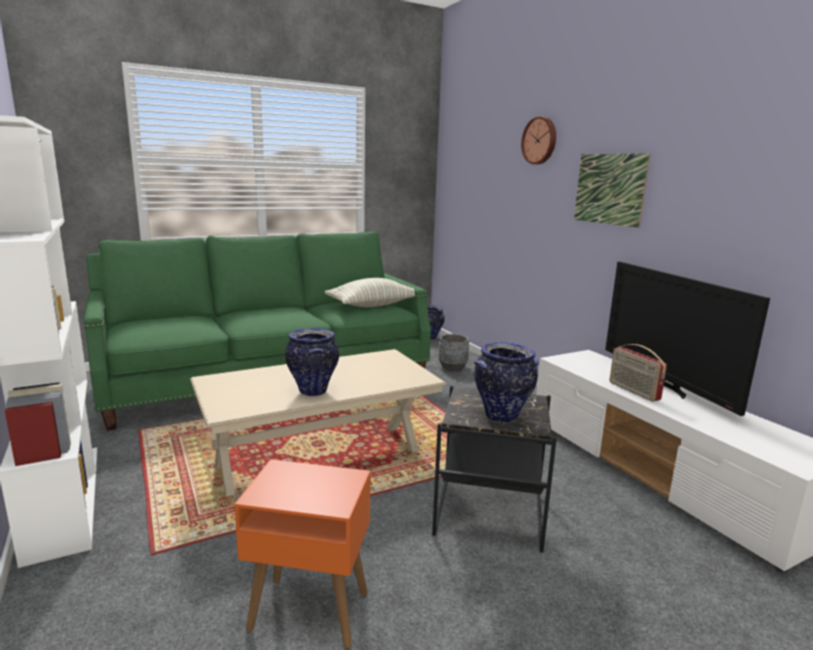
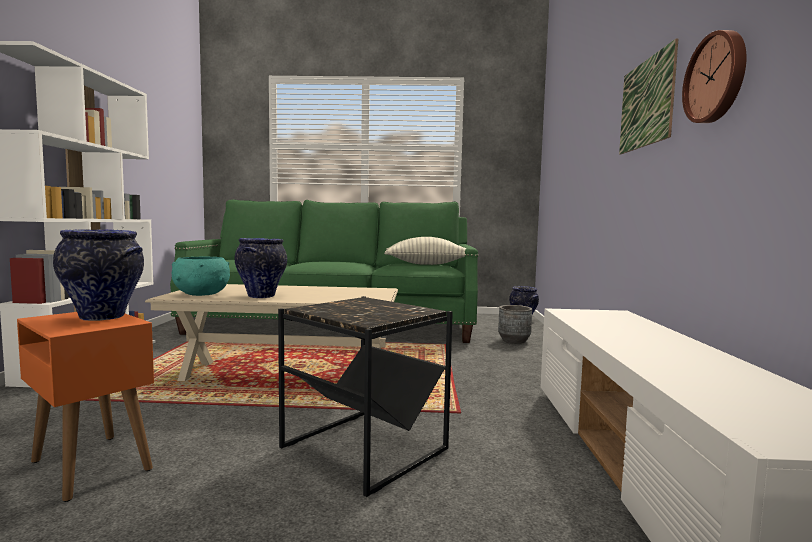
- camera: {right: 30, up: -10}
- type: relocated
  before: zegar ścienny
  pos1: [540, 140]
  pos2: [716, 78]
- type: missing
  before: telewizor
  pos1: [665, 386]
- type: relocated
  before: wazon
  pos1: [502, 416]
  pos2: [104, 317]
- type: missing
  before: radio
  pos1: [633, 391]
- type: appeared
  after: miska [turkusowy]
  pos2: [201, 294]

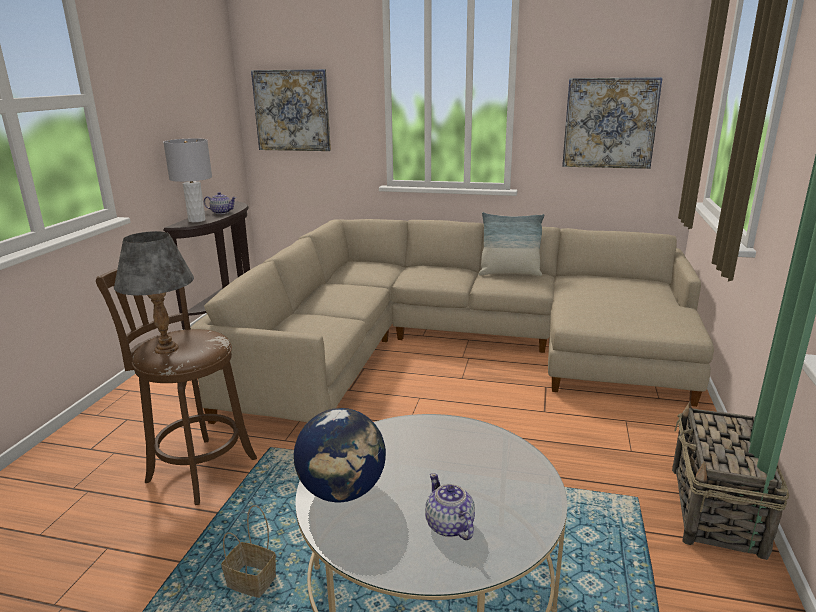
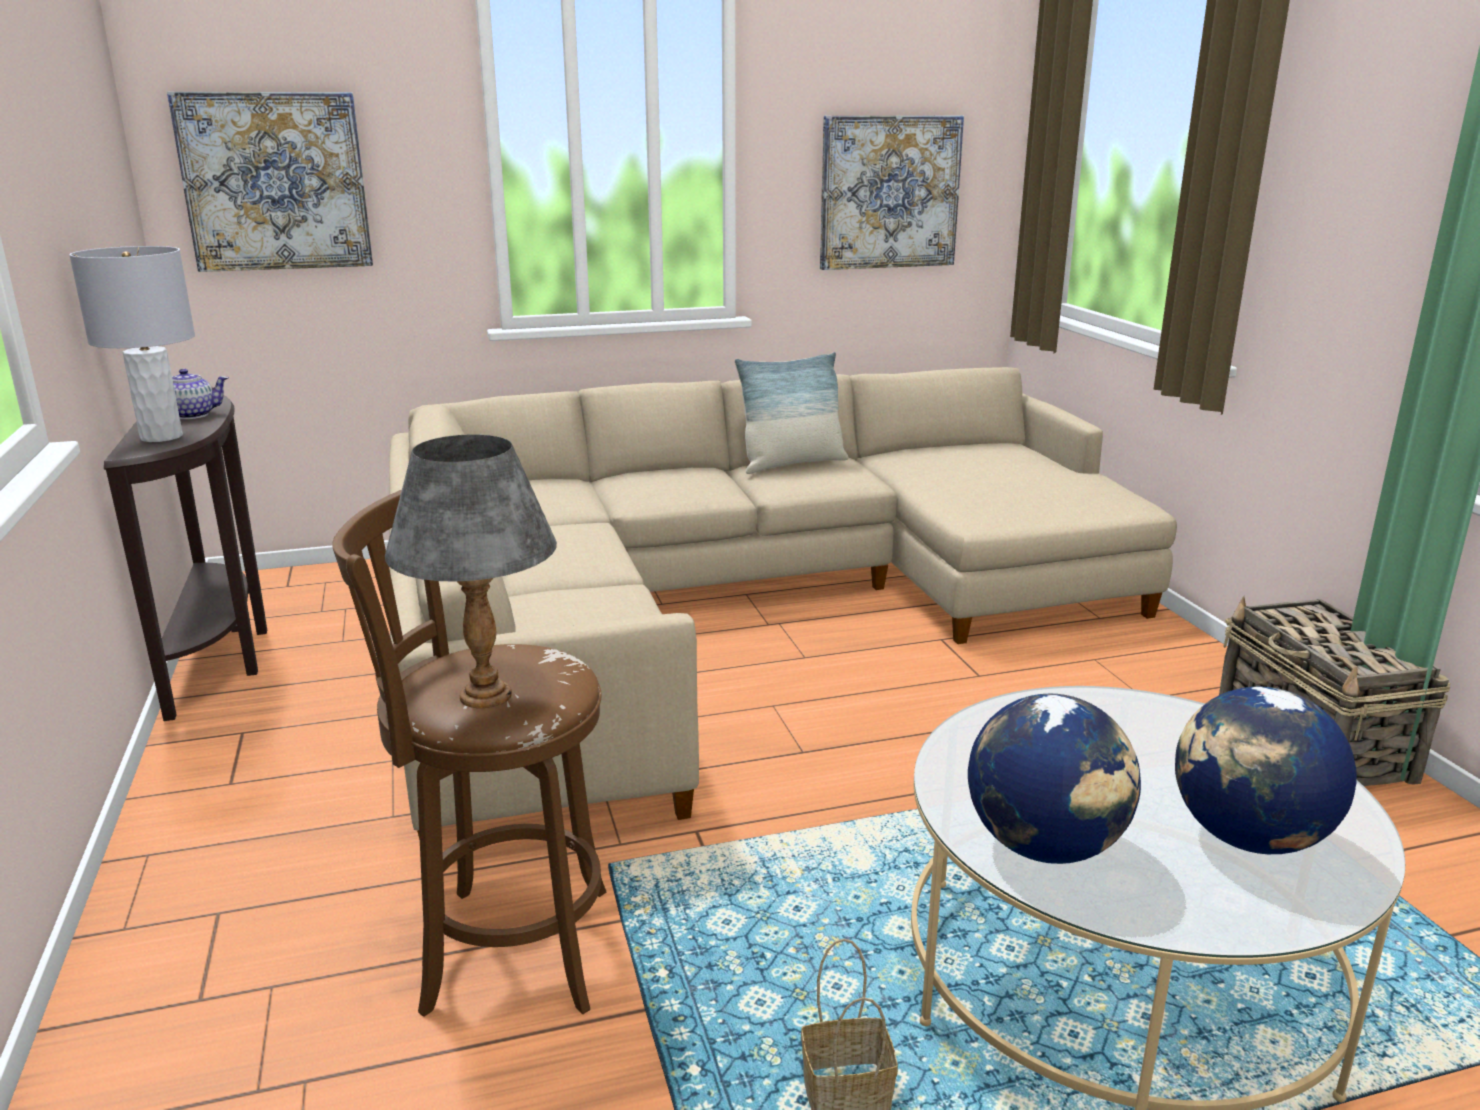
- camera: {right: -30, up: 0}
- type: exchanged
  before: imbryk
  after: globus
  pos1: [449, 526]
  pos2: [1248, 838]

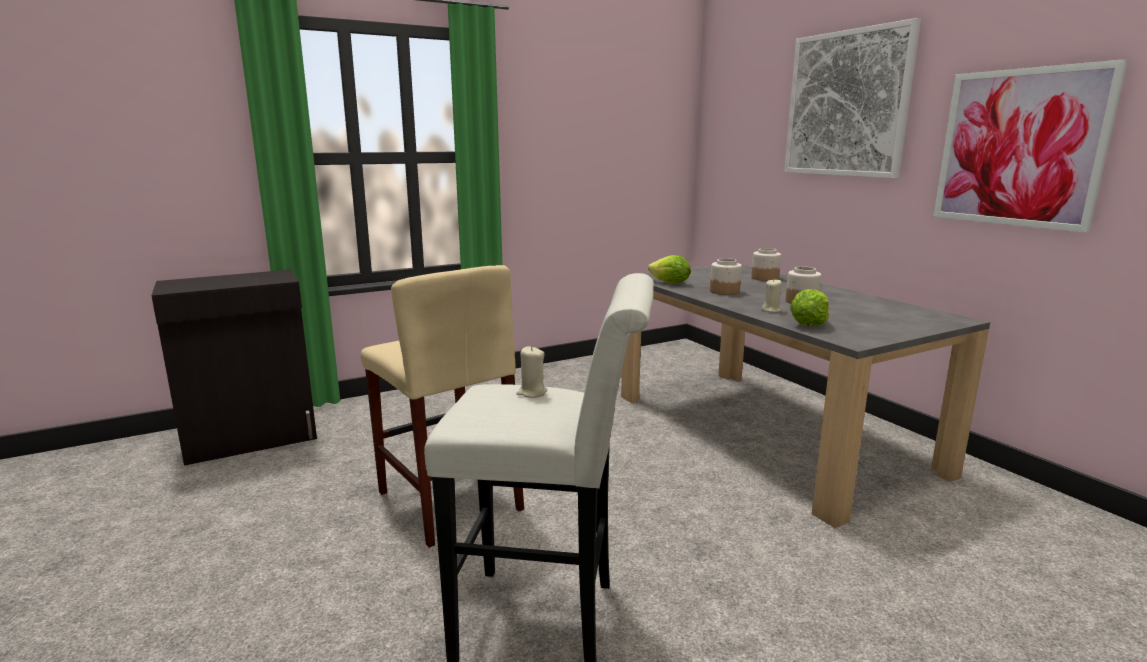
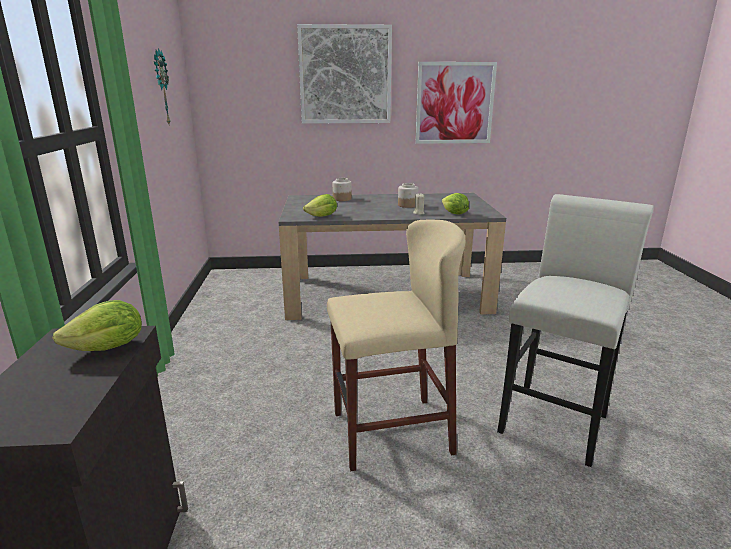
- camera: {right: -65, up: 5}
- type: missing
  before: słoik
  pos1: [725, 291]
- type: missing
  before: świeca [beżowy]
  pos1: [532, 393]
- type: appeared
  after: zegar ścienny
  pos2: [160, 87]
- type: appeared
  after: sałata
  pos2: [108, 348]

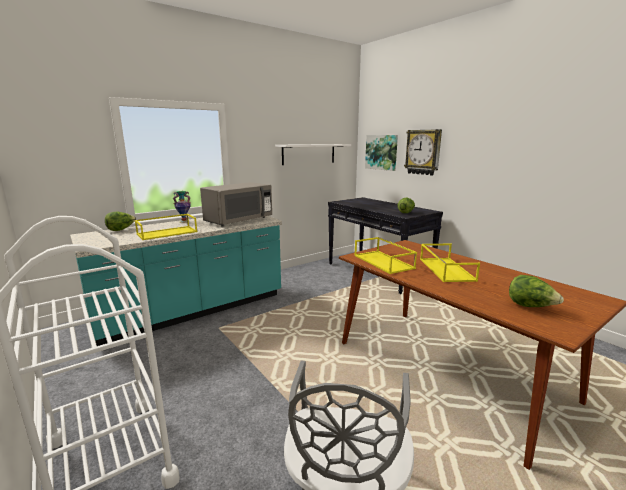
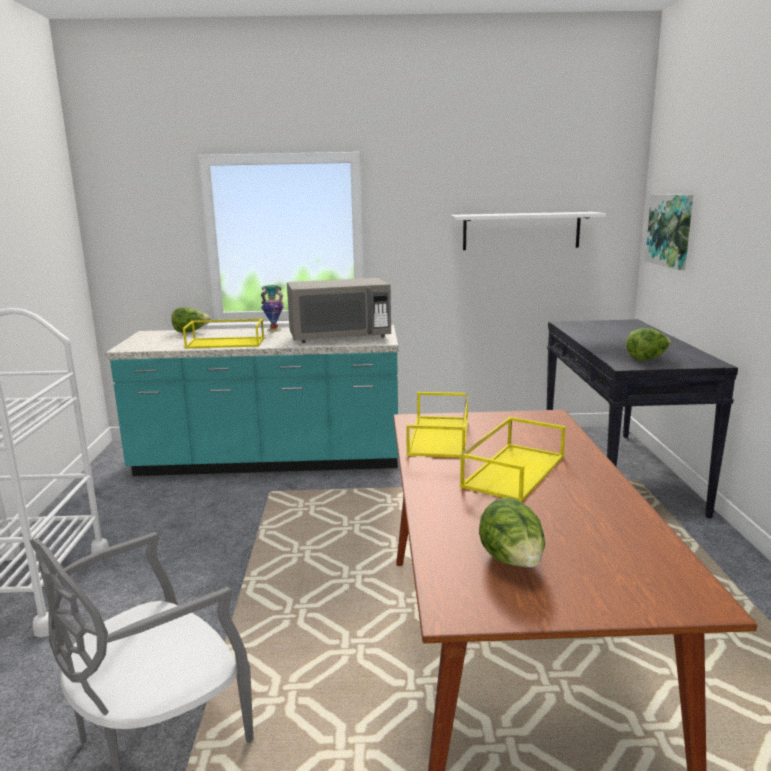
- camera: {right: 35, up: 0}
- type: missing
  before: zegar ścienny
  pos1: [423, 152]

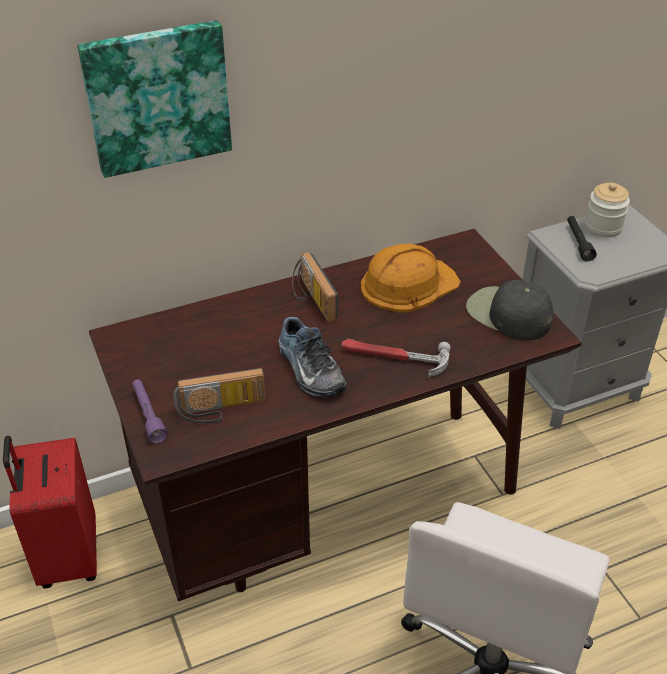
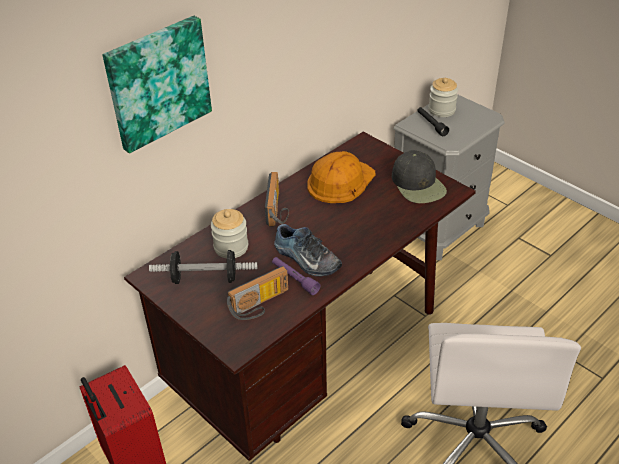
- camera: {right: -20, up: 0}
- type: spun
  before: radio
  pos1: [311, 299]
  pos2: [278, 209]
  turn: -135
- type: spun
  before: czapka z daszkiem [czarny]
  pos1: [507, 314]
  pos2: [418, 184]
  turn: -135
- type: missing
  before: młotek
  pos1: [394, 358]
- type: relocated
  before: latarka [fioletowy]
  pos1: [148, 415]
  pos2: [294, 279]
- type: appeared
  after: słoik
  pos2: [231, 247]
- type: appeared
  after: hantel
  pos2: [205, 278]

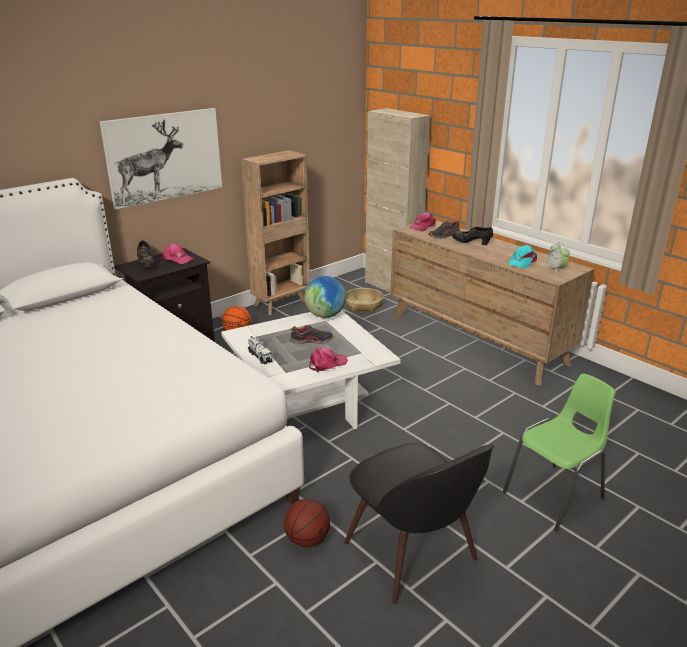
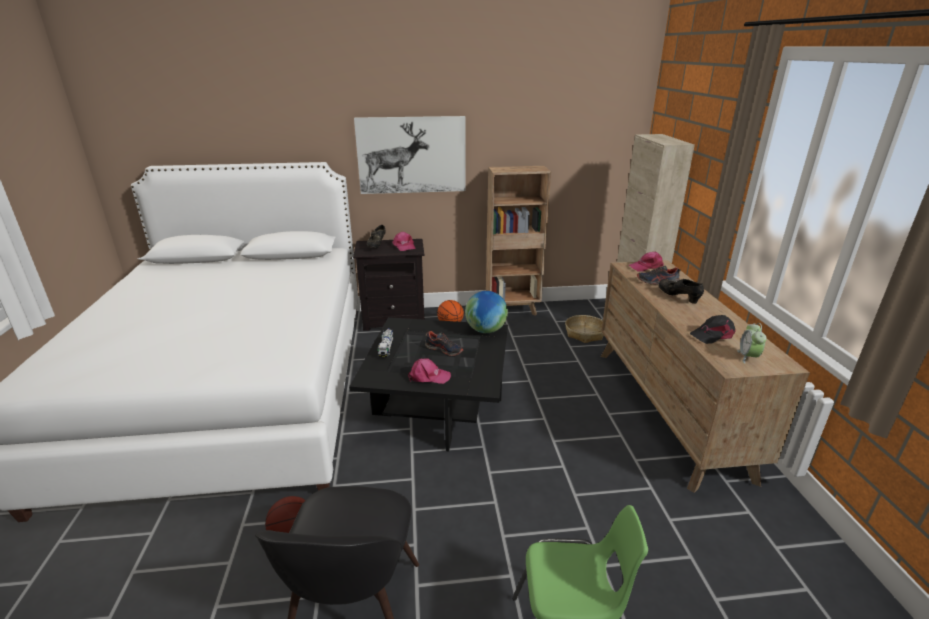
- camera: {right: 35, up: 0}
- type: colour
  before: czapka z daszkiem [turkusowy]
  after: czapka z daszkiem [czarny]
  pos1: [522, 262]
  pos2: [712, 335]
- type: colour
  before: ława [biały]
  after: ława [czarny]
  pos1: [309, 401]
  pos2: [438, 407]

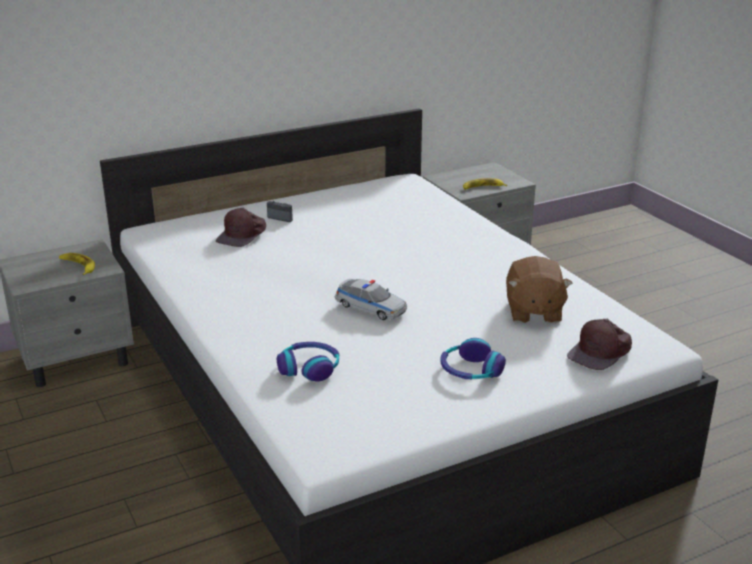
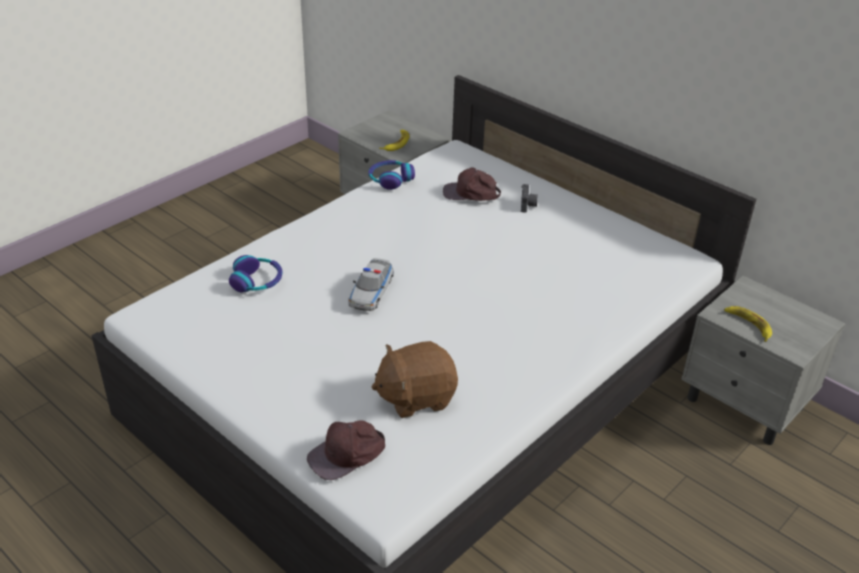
- camera: {right: 70, up: 10}
- type: spun
  before: czapka z daszkiem [brązowy]
  pos1: [601, 352]
  pos2: [347, 454]
  turn: -60
- type: relocated
  before: słuchawki
  pos1: [470, 370]
  pos2: [390, 179]

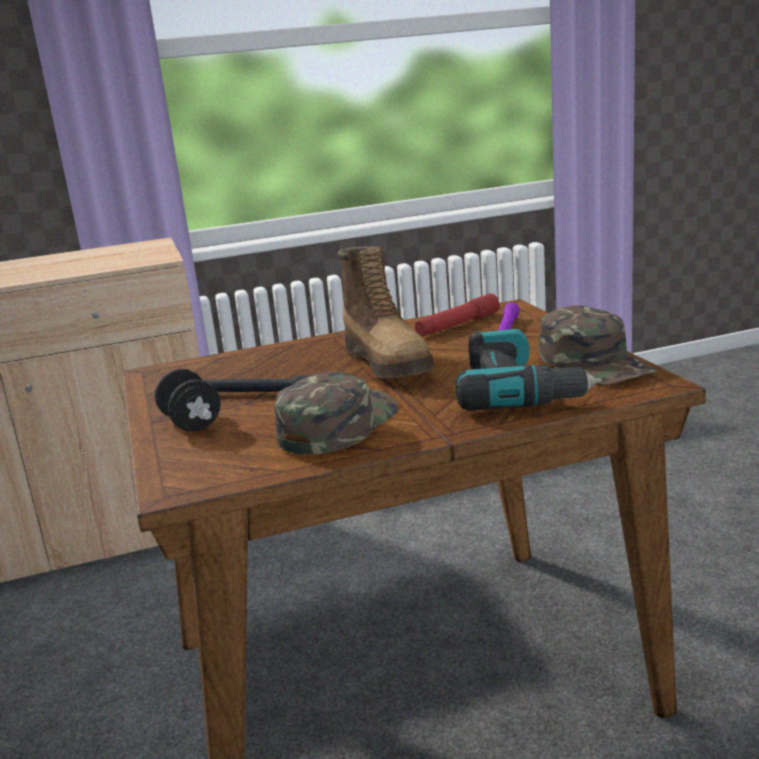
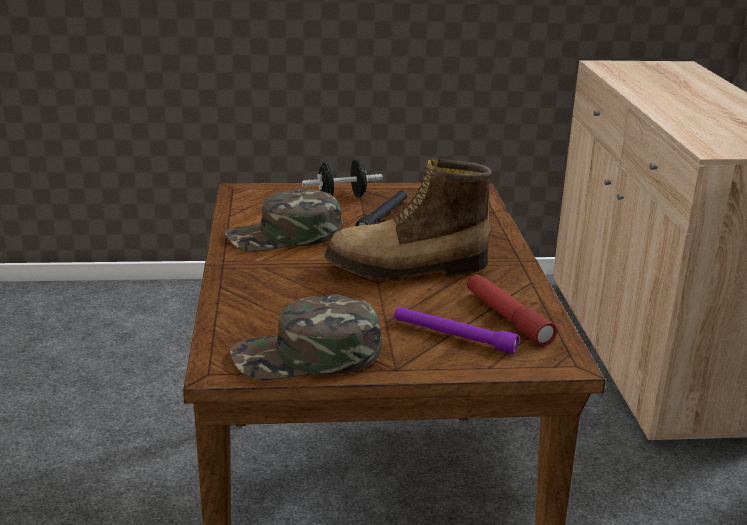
- camera: {right: 100, up: 5}
- type: missing
  before: wiertarka
  pos1: [519, 391]
- type: spun
  before: czapka z daszkiem [zielony]
  pos1: [337, 425]
  pos2: [284, 236]
  turn: 120

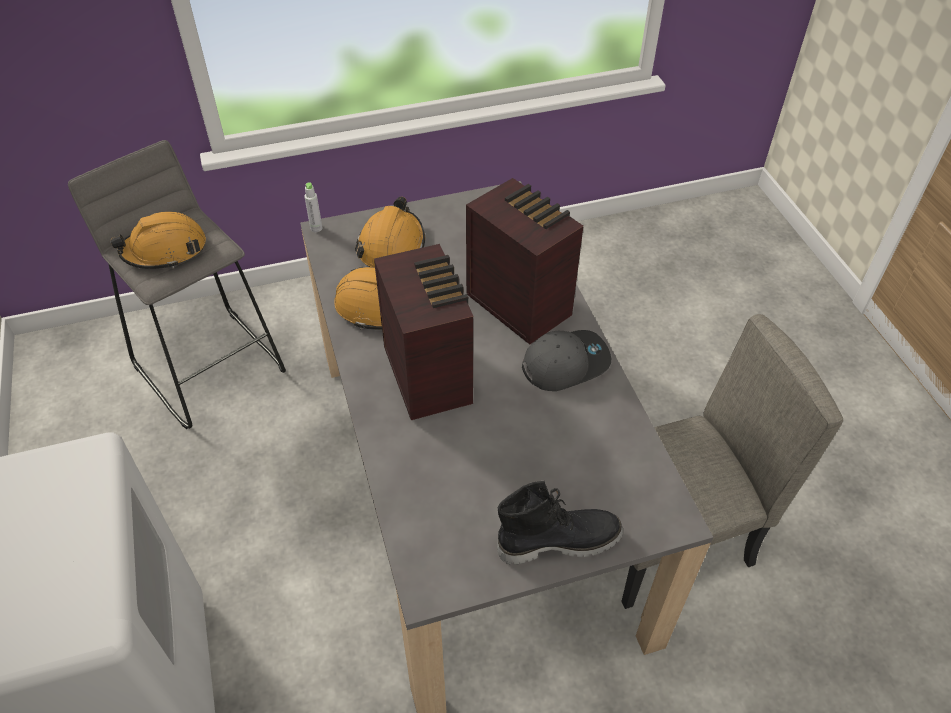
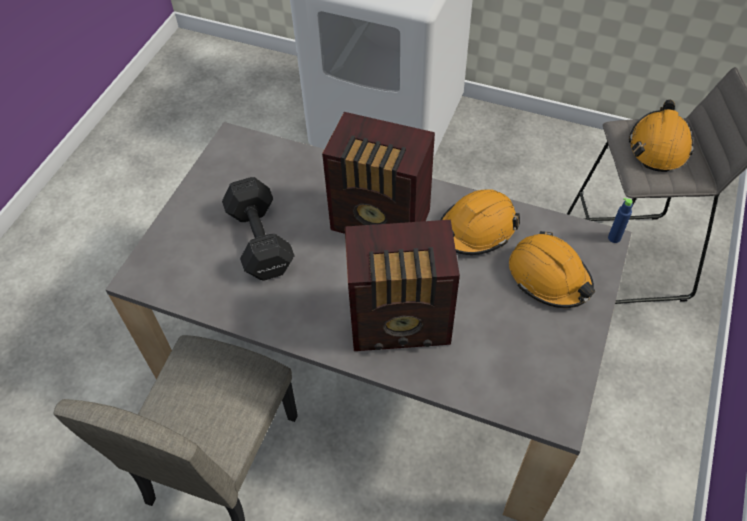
- camera: {right: 130, up: 5}
- type: colour
  before: butelka [szary]
  after: butelka [niebieski]
  pos1: [316, 228]
  pos2: [614, 238]
- type: missing
  before: czapka z daszkiem [szary]
  pos1: [565, 363]
- type: missing
  before: but z cholewką [czarny]
  pos1: [558, 540]
- type: appeared
  after: hantel [czarny]
  pos2: [260, 243]

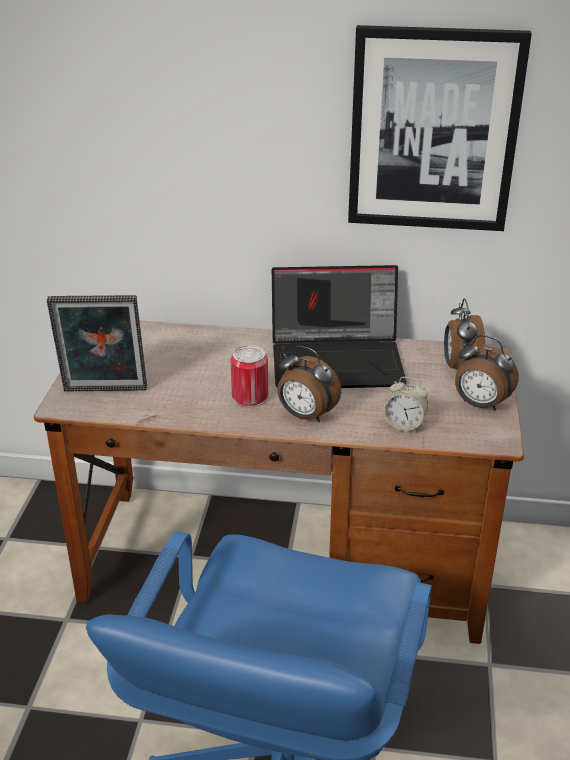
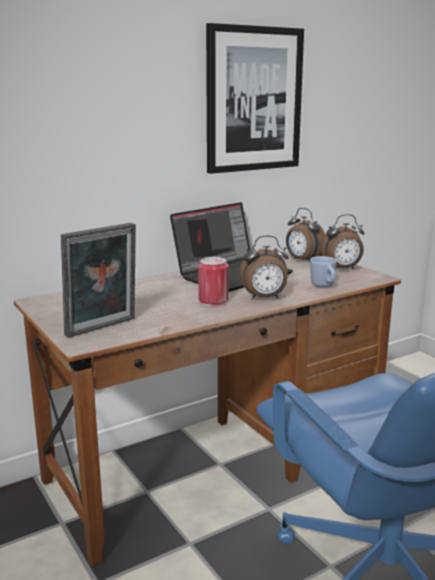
- camera: {right: -40, up: -15}
- type: exchanged
  before: budzik
  after: kubek [niebieski]
  pos1: [404, 425]
  pos2: [324, 286]

